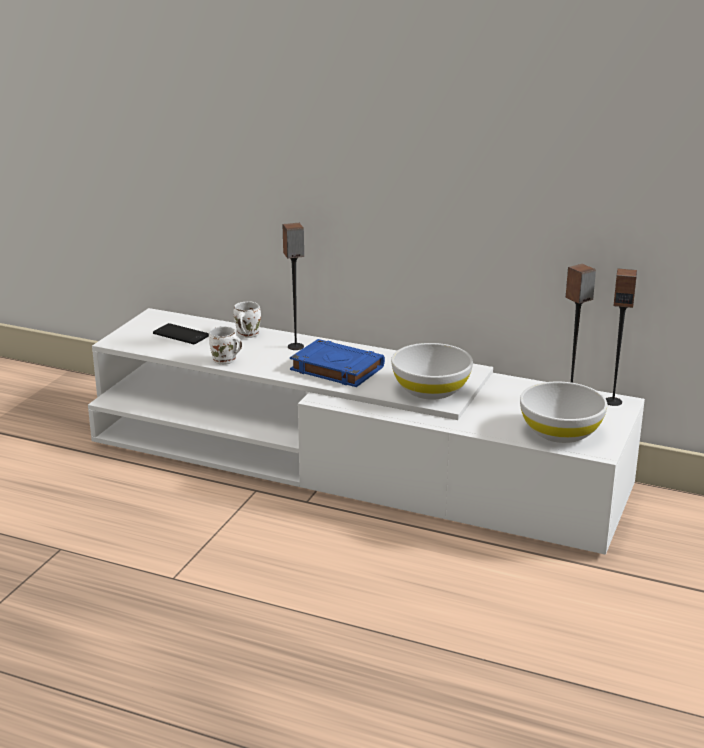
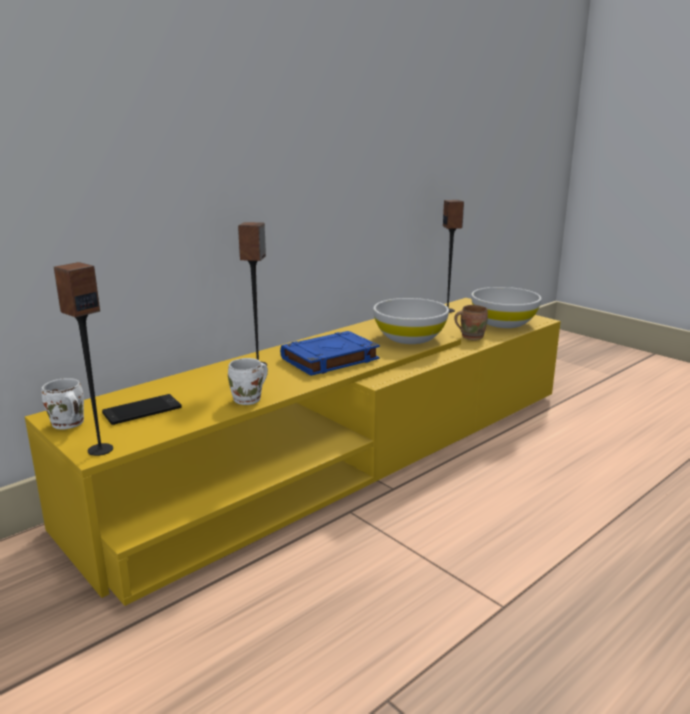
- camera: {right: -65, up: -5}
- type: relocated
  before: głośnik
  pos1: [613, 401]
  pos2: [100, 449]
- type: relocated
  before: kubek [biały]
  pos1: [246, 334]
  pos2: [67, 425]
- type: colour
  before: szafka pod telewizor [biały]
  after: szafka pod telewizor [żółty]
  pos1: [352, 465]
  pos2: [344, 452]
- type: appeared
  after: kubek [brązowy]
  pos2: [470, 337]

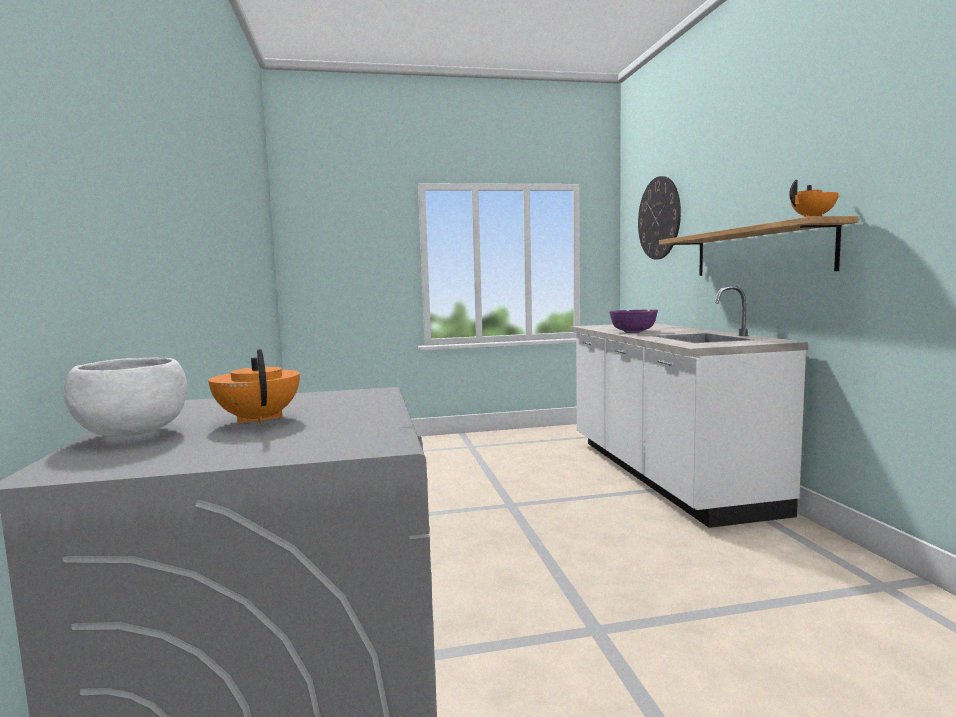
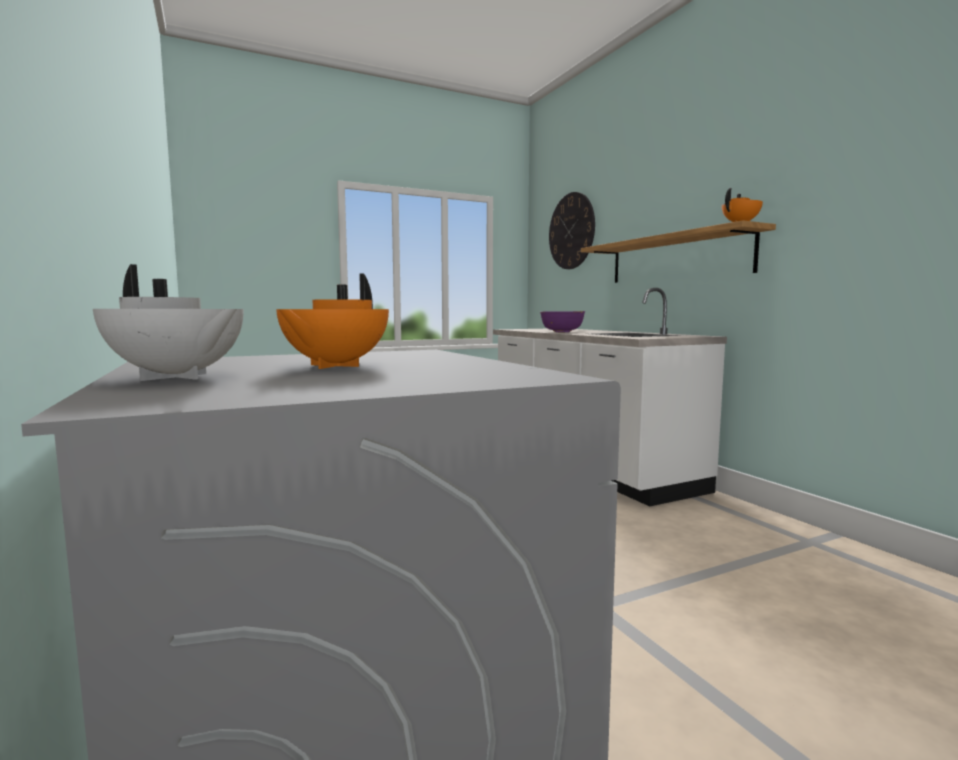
- camera: {right: -15, up: 0}
- type: spun
  before: imbryk [pomarańczowy]
  pos1: [259, 419]
  pos2: [333, 366]
  turn: -120
- type: exchanged
  before: miska [biały]
  after: imbryk [biały]
  pos1: [132, 434]
  pos2: [177, 377]

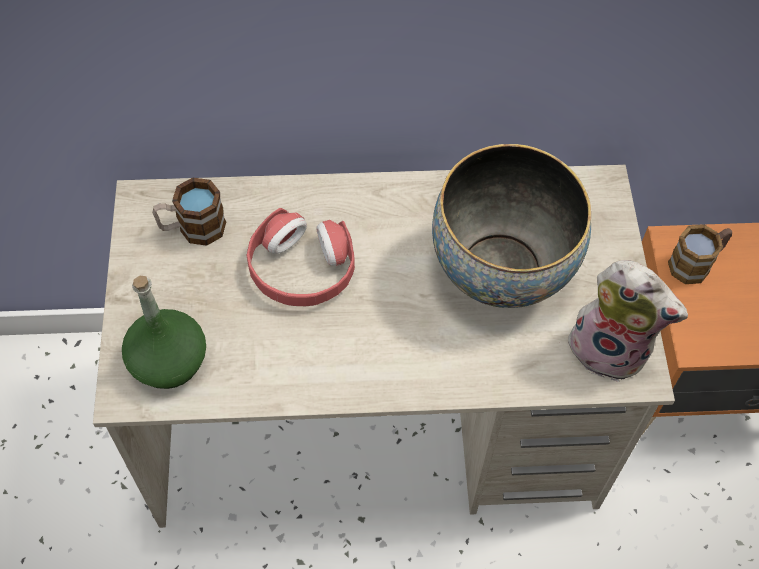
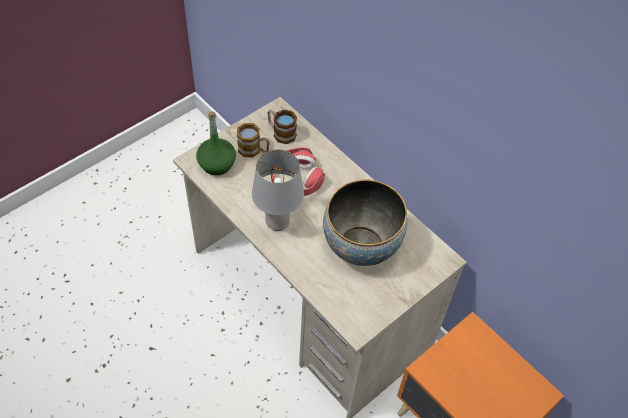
- camera: {right: 50, up: -5}
- type: relocated
  before: kubek
  pos1: [696, 263]
  pos2: [253, 150]
- type: missing
  before: pluszak
  pos1: [611, 349]
- type: appeared
  after: lampa stołowa [szary]
  pos2: [277, 222]

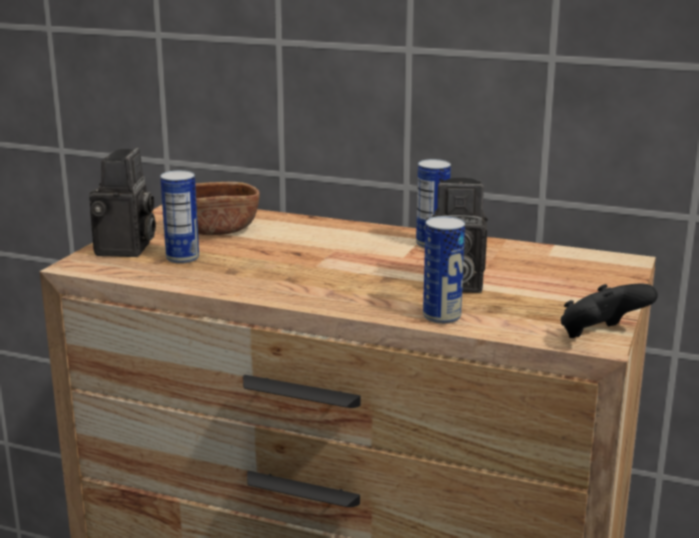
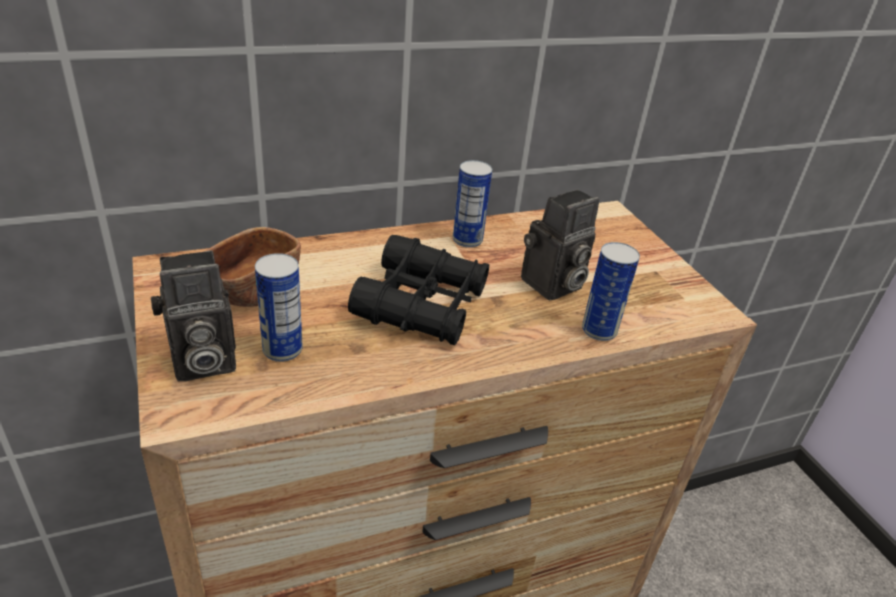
- camera: {right: -45, up: 15}
- type: spun
  before: aparat fotograficzny
  pos1: [126, 250]
  pos2: [200, 363]
  turn: 105
- type: missing
  before: pad do gier [czarny]
  pos1: [600, 337]
- type: appeared
  after: lornetka [czarny]
  pos2: [422, 304]

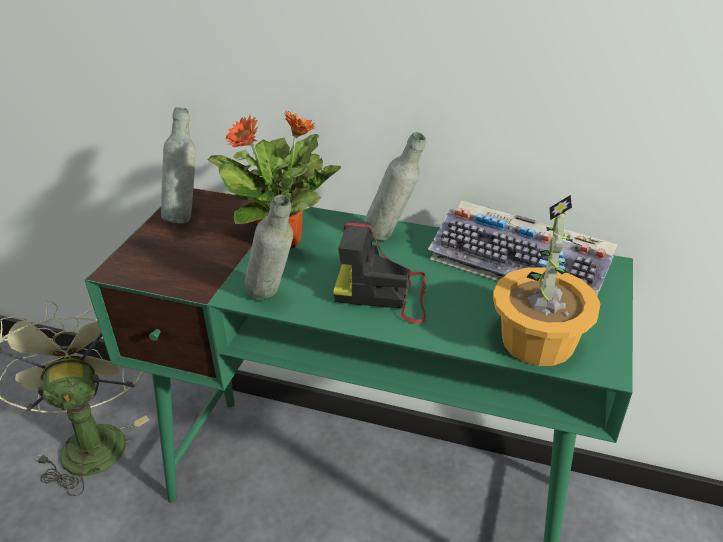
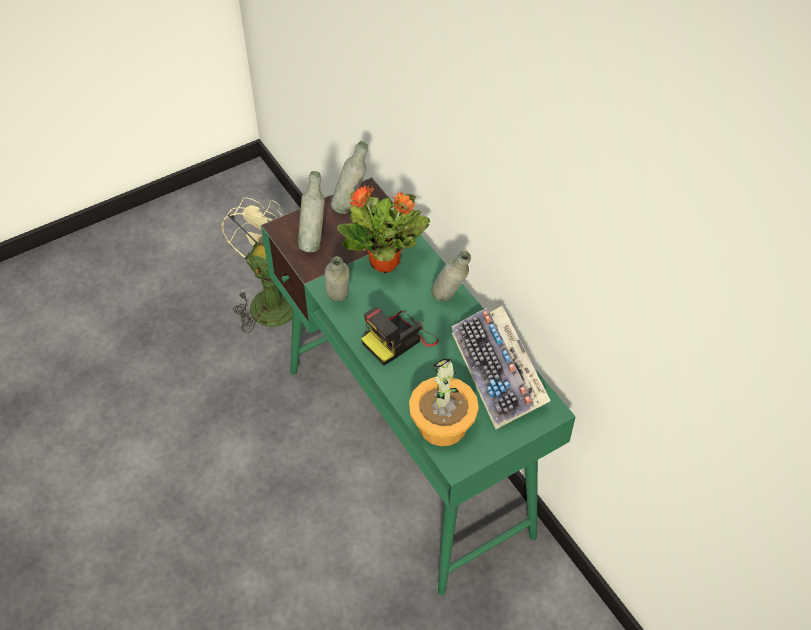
- camera: {right: 40, up: 15}
- type: spun
  before: aparat fotograficzny
  pos1: [385, 294]
  pos2: [399, 339]
  turn: -90
- type: appeared
  after: butelka [szary]
  pos2: [313, 242]

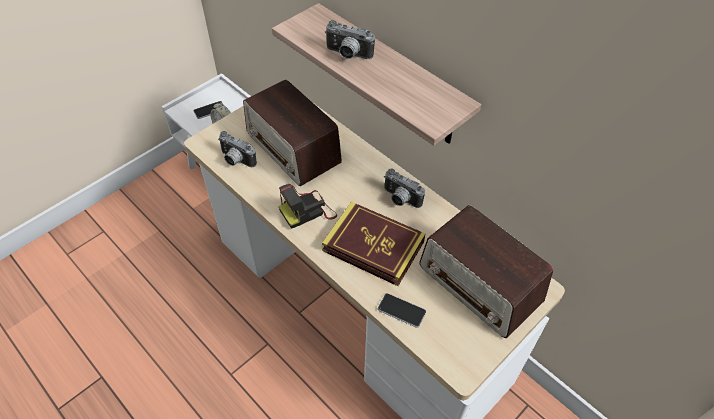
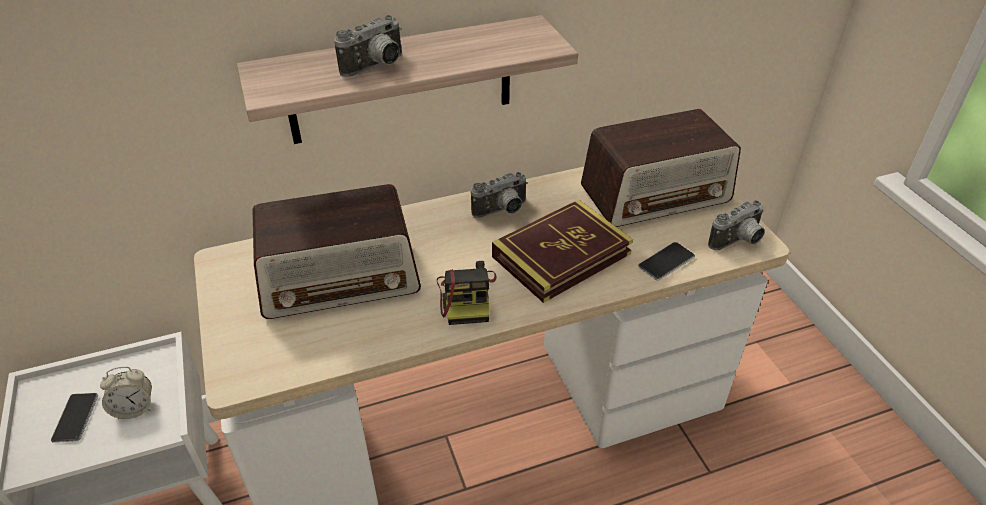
- camera: {right: -65, up: -10}
- type: relocated
  before: aparat fotograficzny
  pos1: [235, 160]
  pos2: [738, 242]

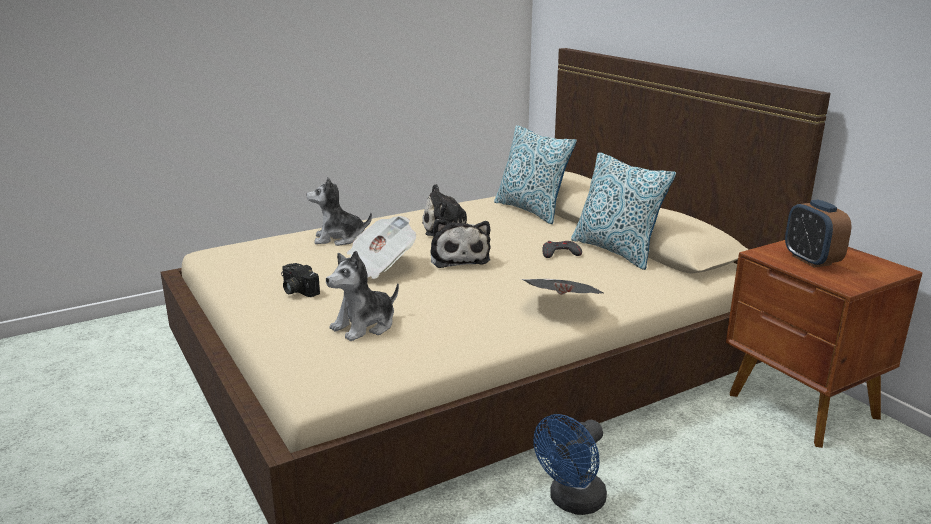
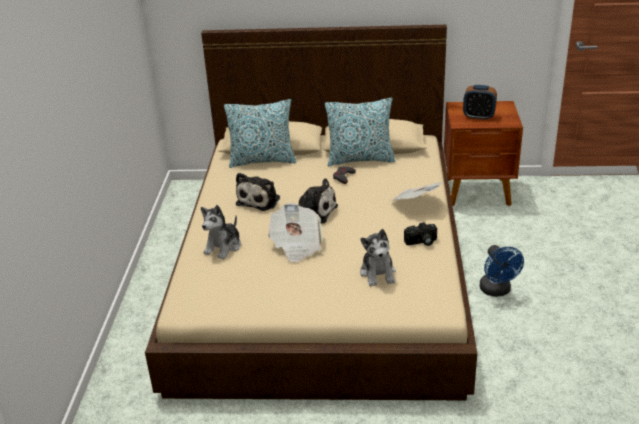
- camera: {right: -55, up: 10}
- type: relocated
  before: aparat fotograficzny
  pos1: [297, 290]
  pos2: [421, 242]

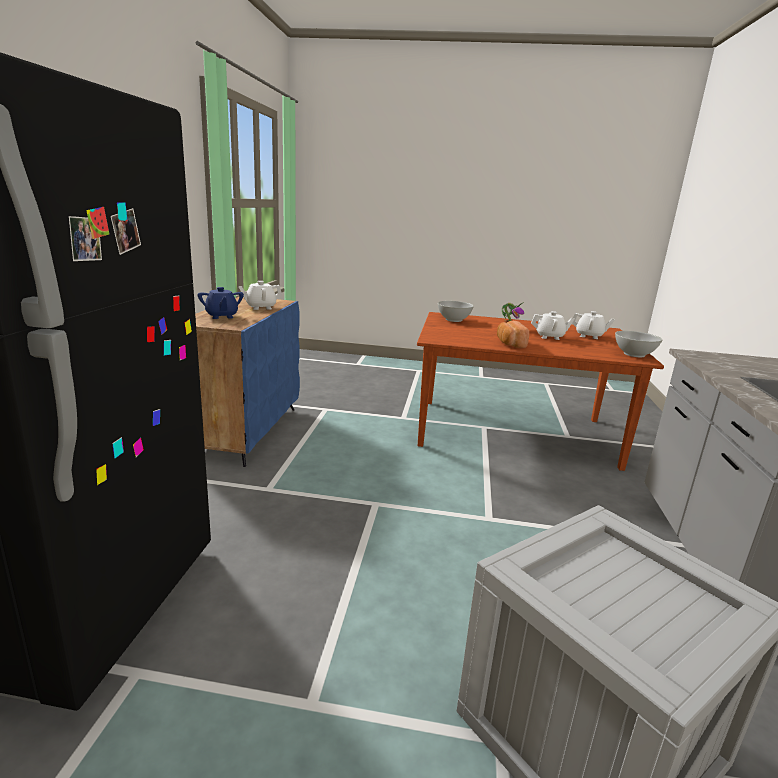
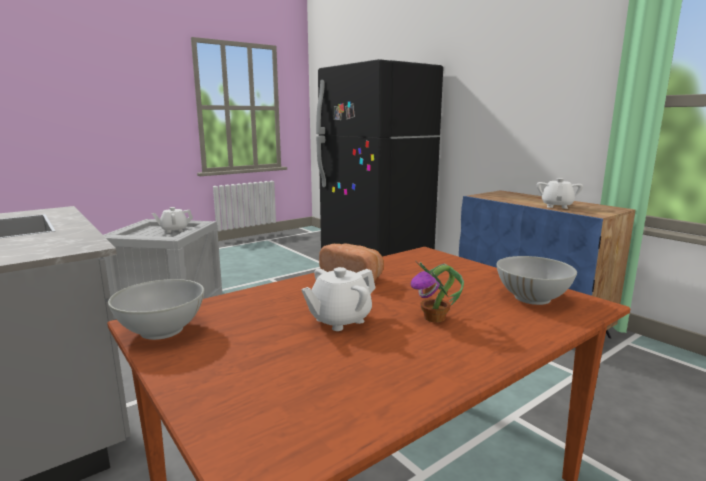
- camera: {right: 135, up: -5}
- type: missing
  before: imbryk [niebieski]
  pos1: [221, 316]
- type: relocated
  before: imbryk [biały]
  pos1: [589, 336]
  pos2: [174, 230]

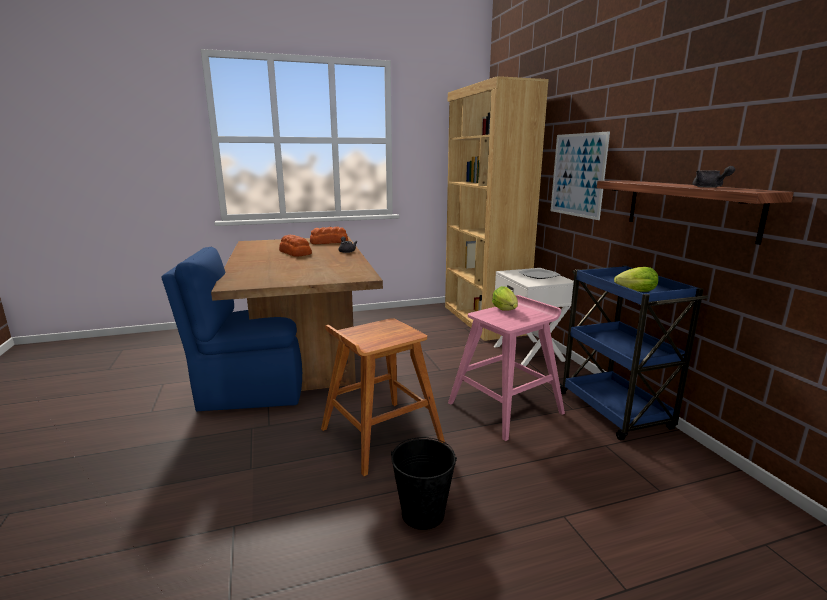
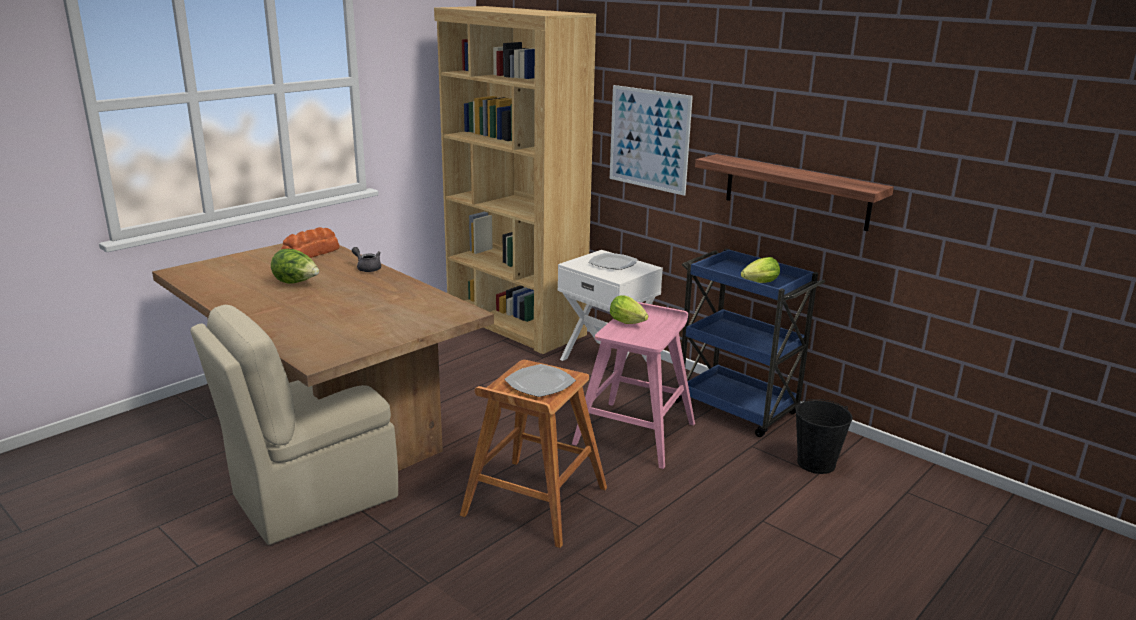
- camera: {right: -30, up: 5}
- type: missing
  before: imbryk [szary]
  pos1: [709, 187]
- type: exchanged
  before: chleb
  after: sałata
  pos1: [295, 252]
  pos2: [296, 283]
- type: colour
  before: krzesło [niebieski]
  after: krzesło [beżowy]
  pos1: [250, 391]
  pos2: [311, 497]
- type: relocated
  before: wiadro [czarny]
  pos1: [423, 513]
  pos2: [816, 463]
- type: appeared
  after: talerz
  pos2: [539, 383]

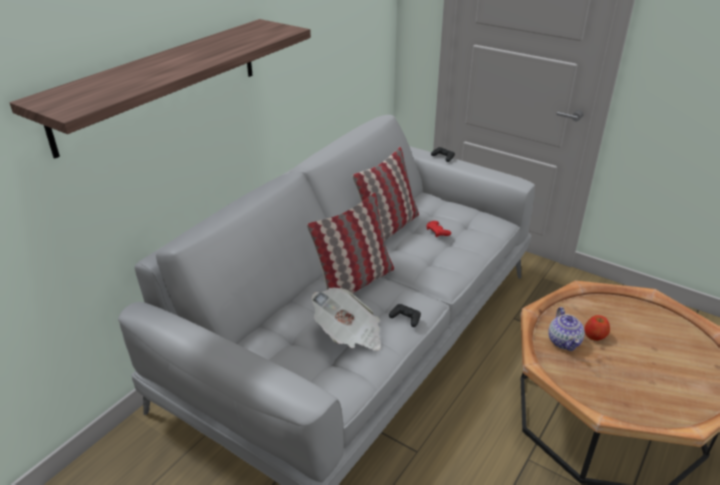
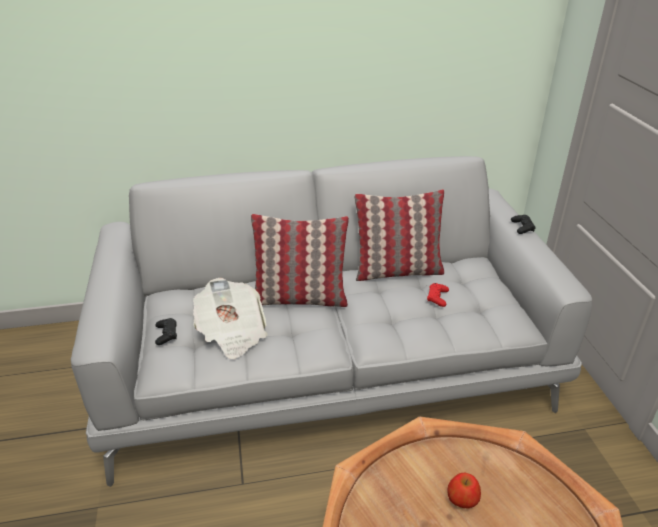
- camera: {right: 45, up: 0}
- type: missing
  before: półka
  pos1: [160, 83]
- type: relocated
  before: pad do gier [czarny]
  pos1: [405, 318]
  pos2: [166, 334]
- type: missing
  before: imbryk
  pos1: [564, 341]

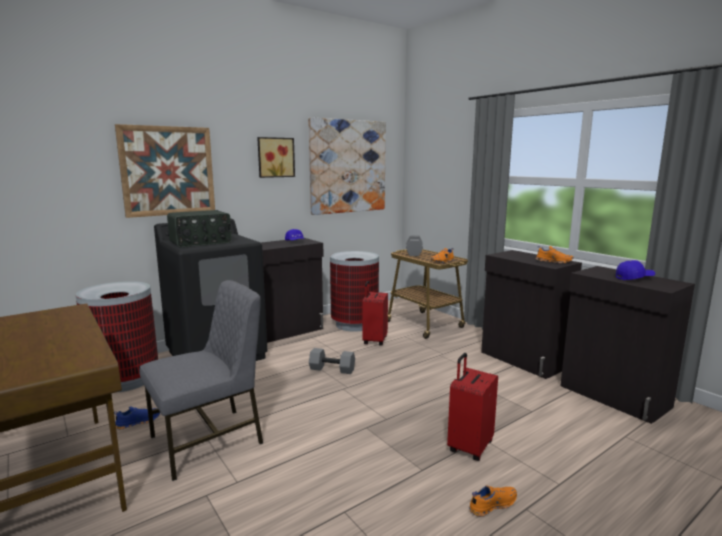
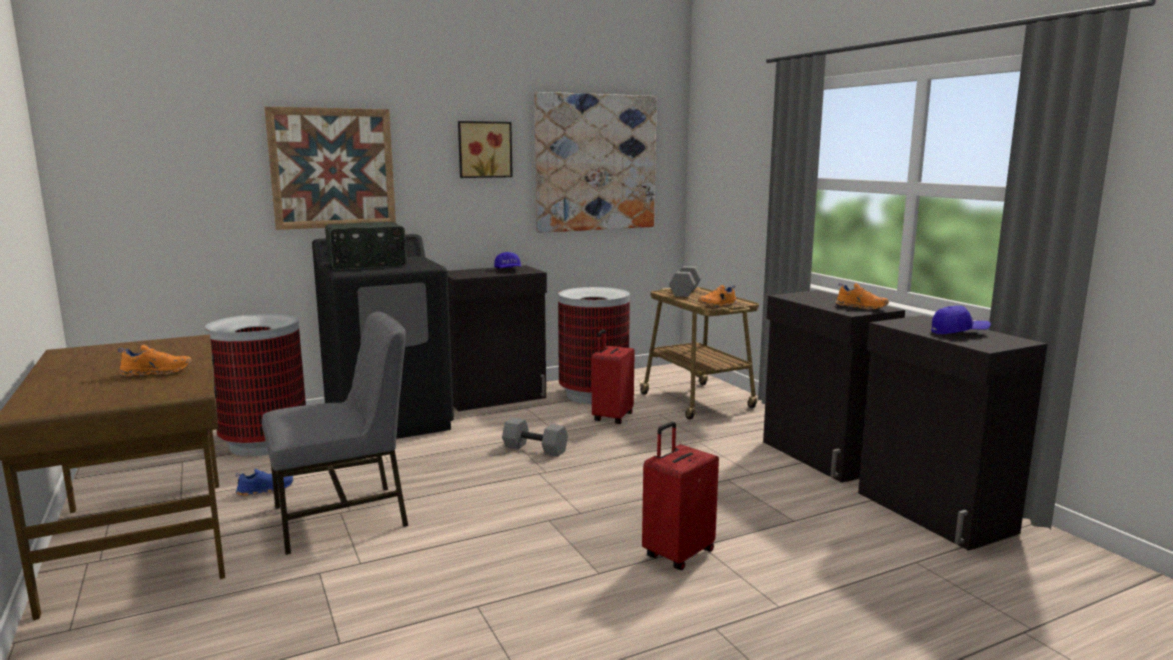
- camera: {right: 10, up: 0}
- type: relocated
  before: but [pomarańczowy]
  pos1: [491, 505]
  pos2: [157, 372]

